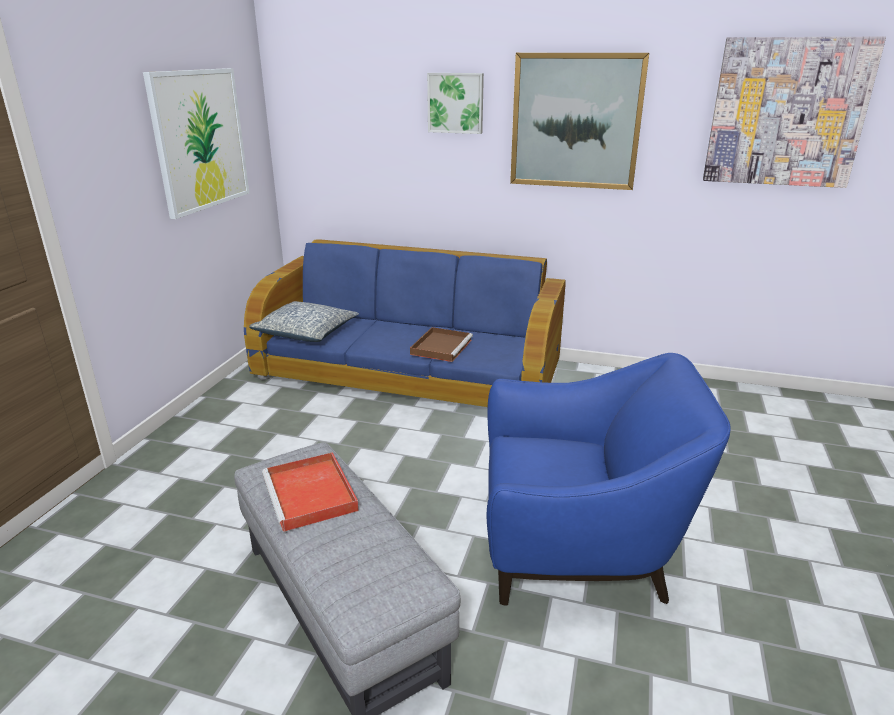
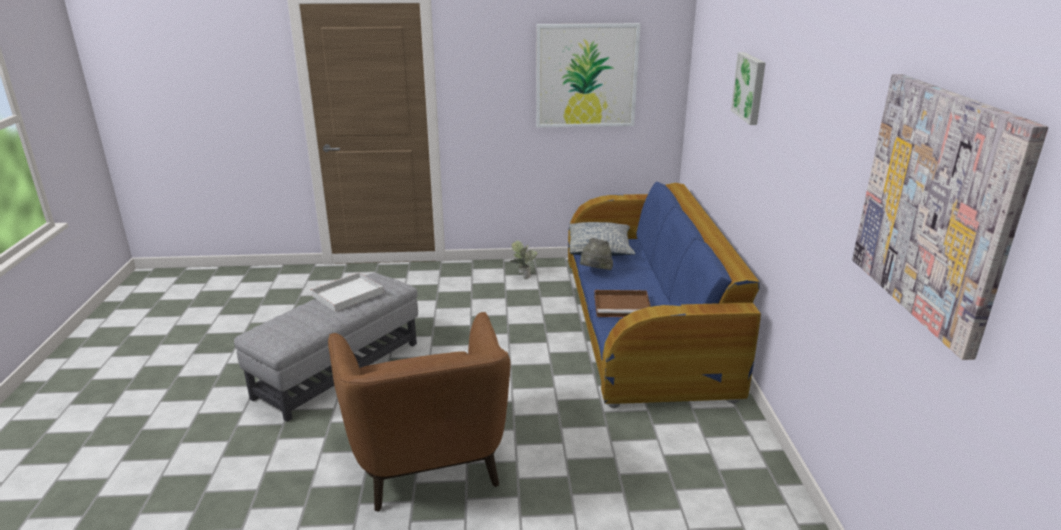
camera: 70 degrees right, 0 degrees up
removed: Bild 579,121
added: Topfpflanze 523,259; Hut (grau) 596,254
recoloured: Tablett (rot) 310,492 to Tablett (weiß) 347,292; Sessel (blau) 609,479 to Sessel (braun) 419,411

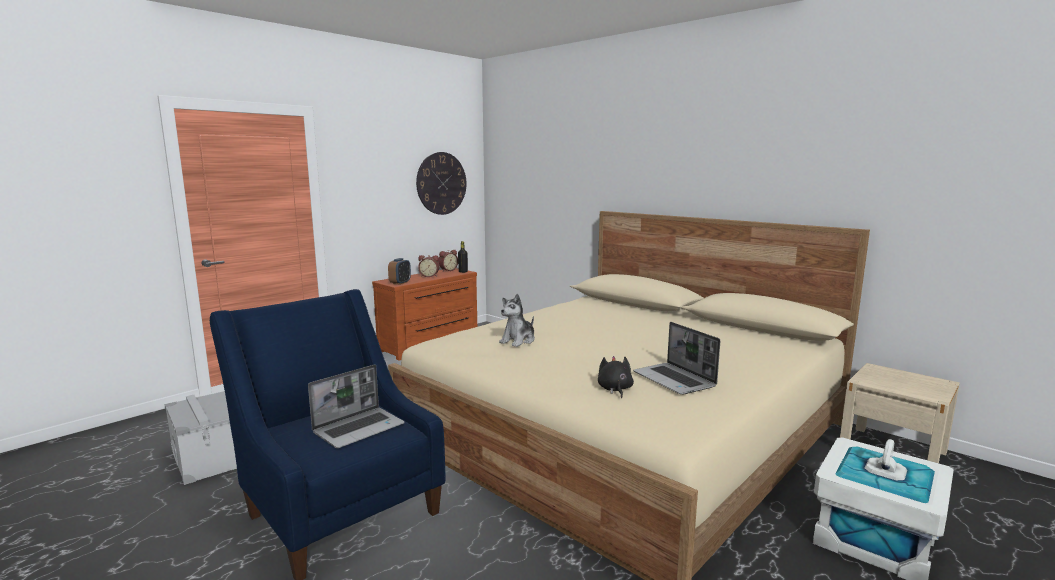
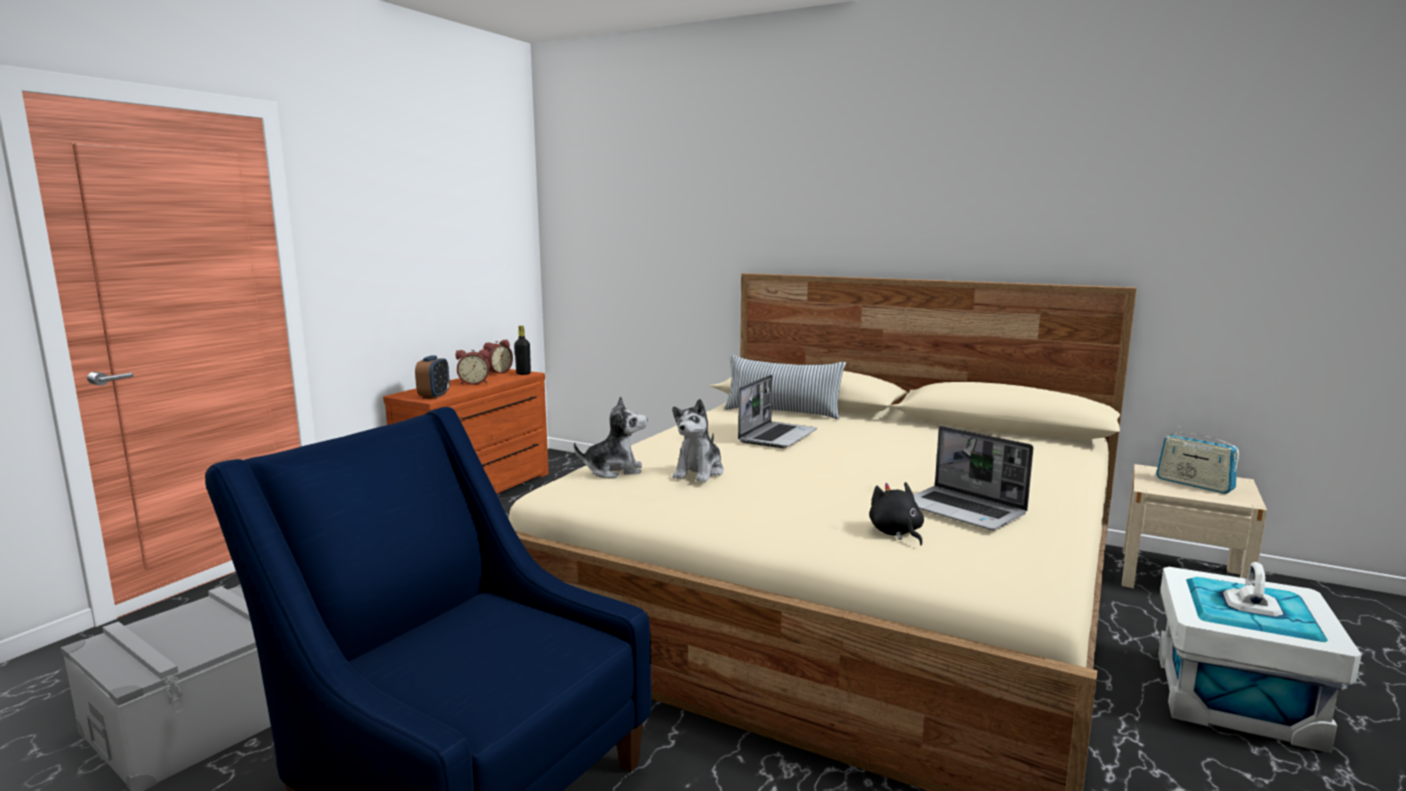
camera: 15 degrees left, 0 degrees up
removed: Wanduhr 441,183
added: Plüschtier 610,437; Kissen 785,387; Radio 1197,460
moved: Laptop 356,406 to 777,411

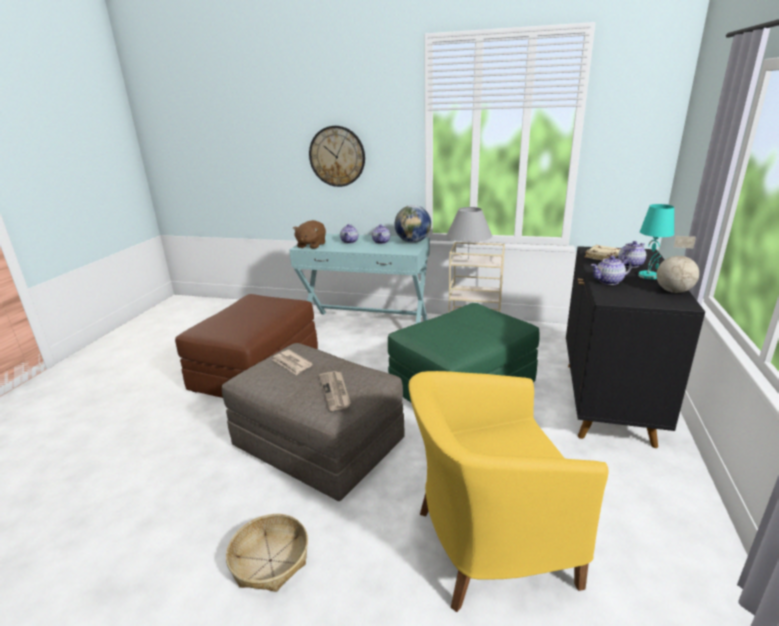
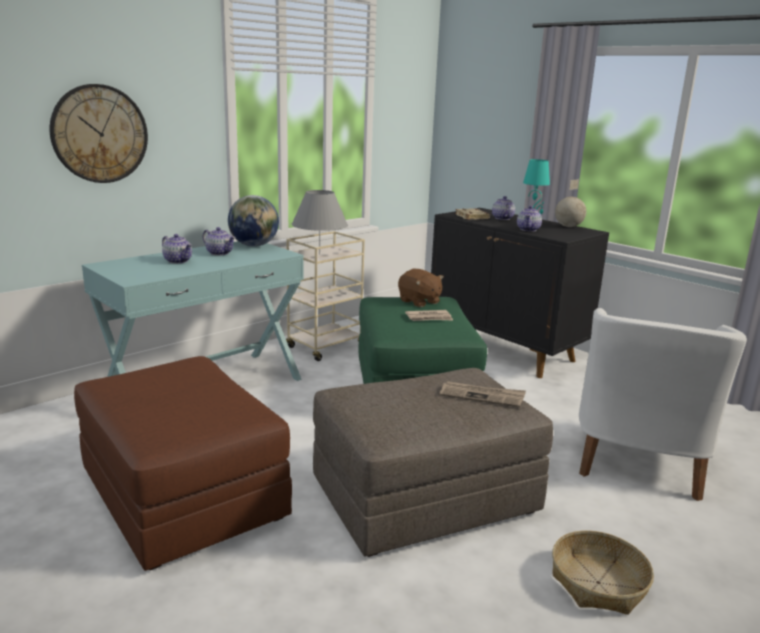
camera: 60 degrees left, 5 degrees down
moved: Zeitung 292,362 to 429,315; Plüschtier (braun) 309,234 to 421,288
recoloured: Sessel (gelb) 508,491 to Sessel (weiß) 663,404

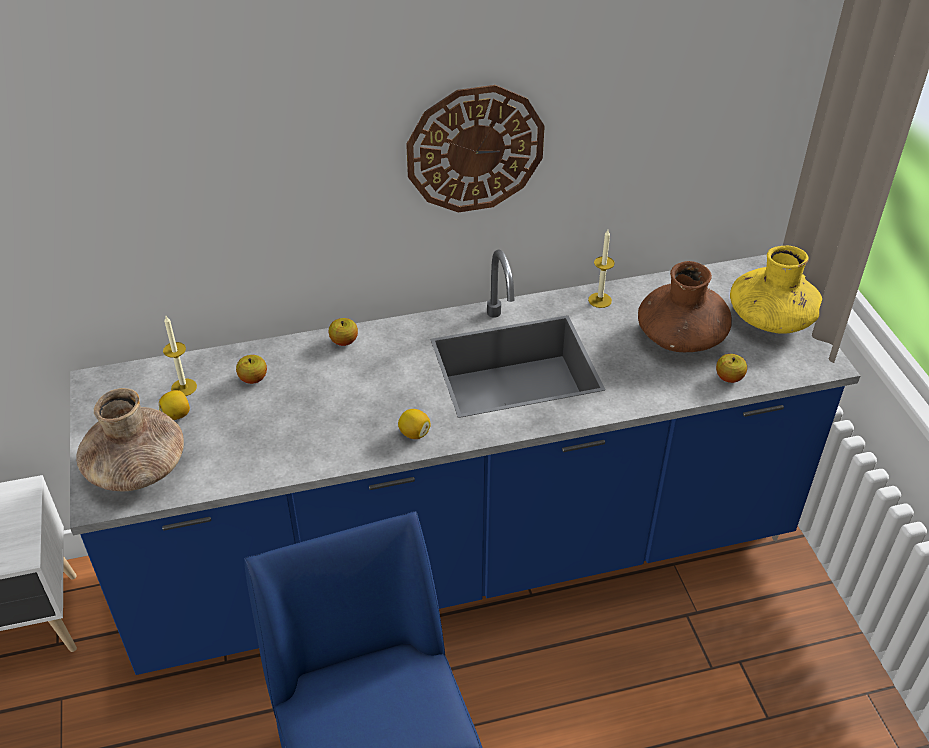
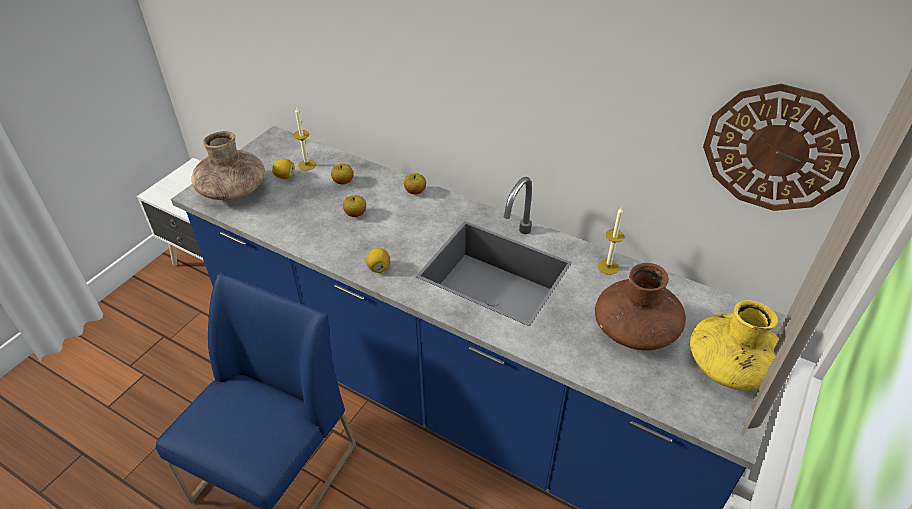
camera: 45 degrees right, 0 degrees up
moved: Wanduhr 475,149 to 781,147; Apfel 731,368 to 354,206

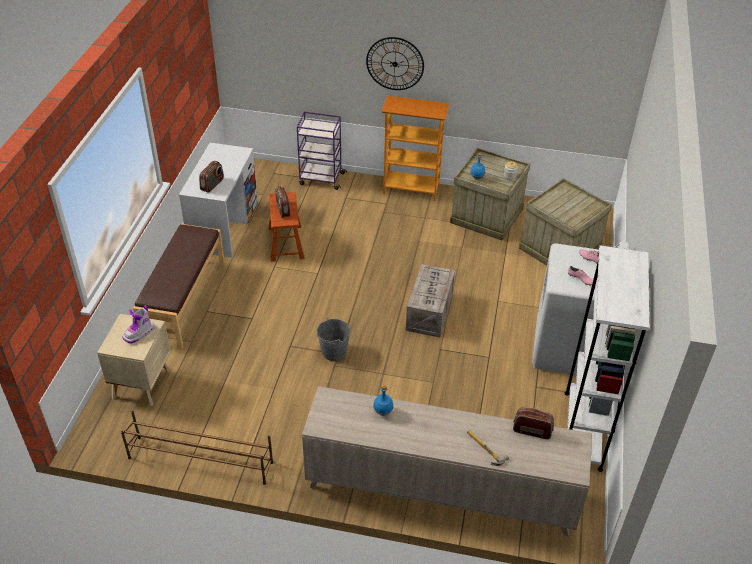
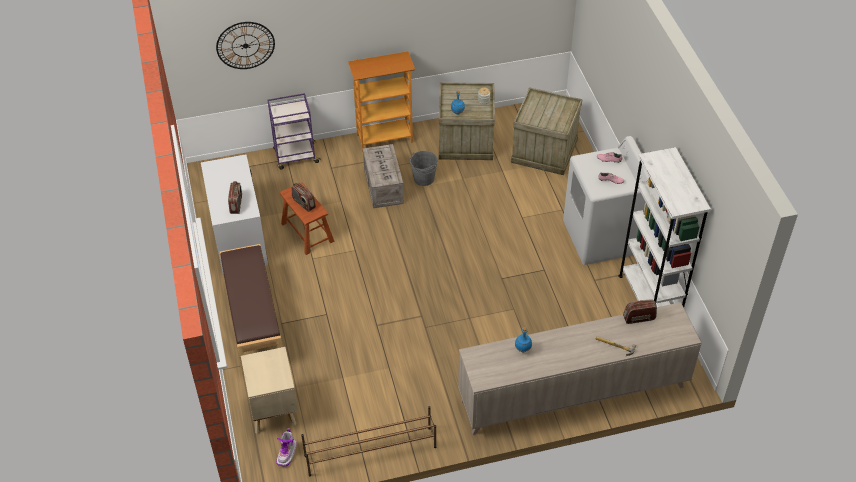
camera: 25 degrees left, 5 degrees up
moved: Stiefel 138,324 to 286,447; Eimer (grau) 334,339 to 424,168; Wanduhr 395,63 to 245,45; Kiste 430,300 to 383,176

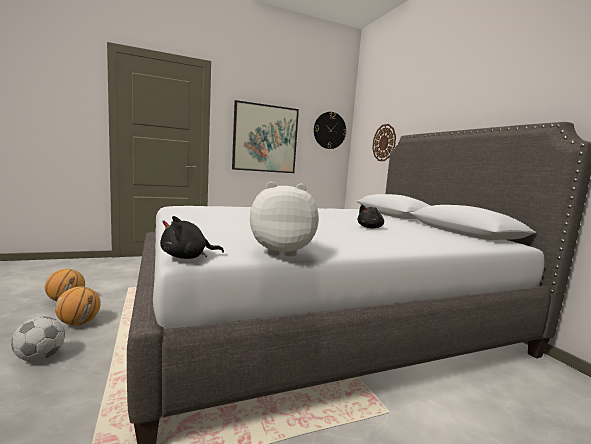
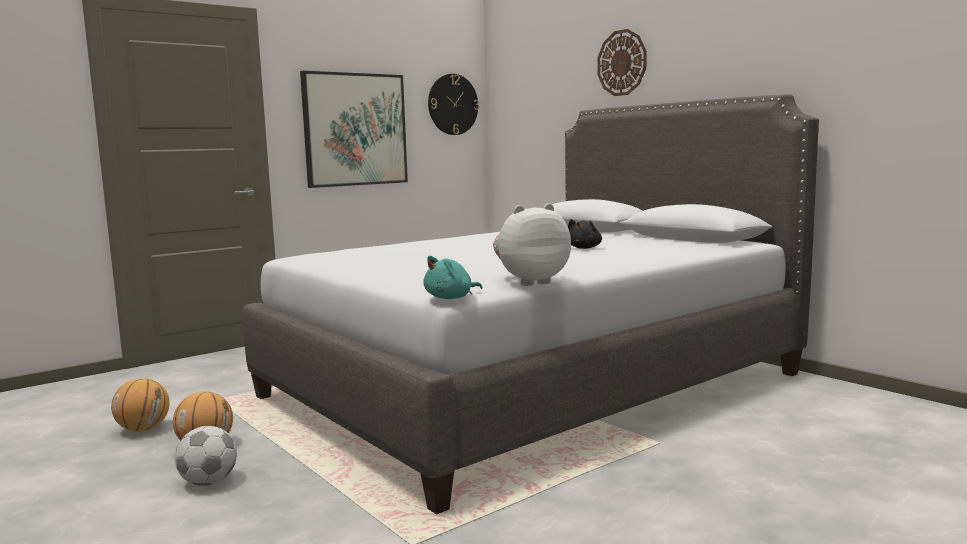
camera: 15 degrees left, 0 degrees up
moved: Wanduhr 384,142 to 622,62
recoloured: Plüschtier (schwarz) 192,237 to Plüschtier (türkis) 452,277

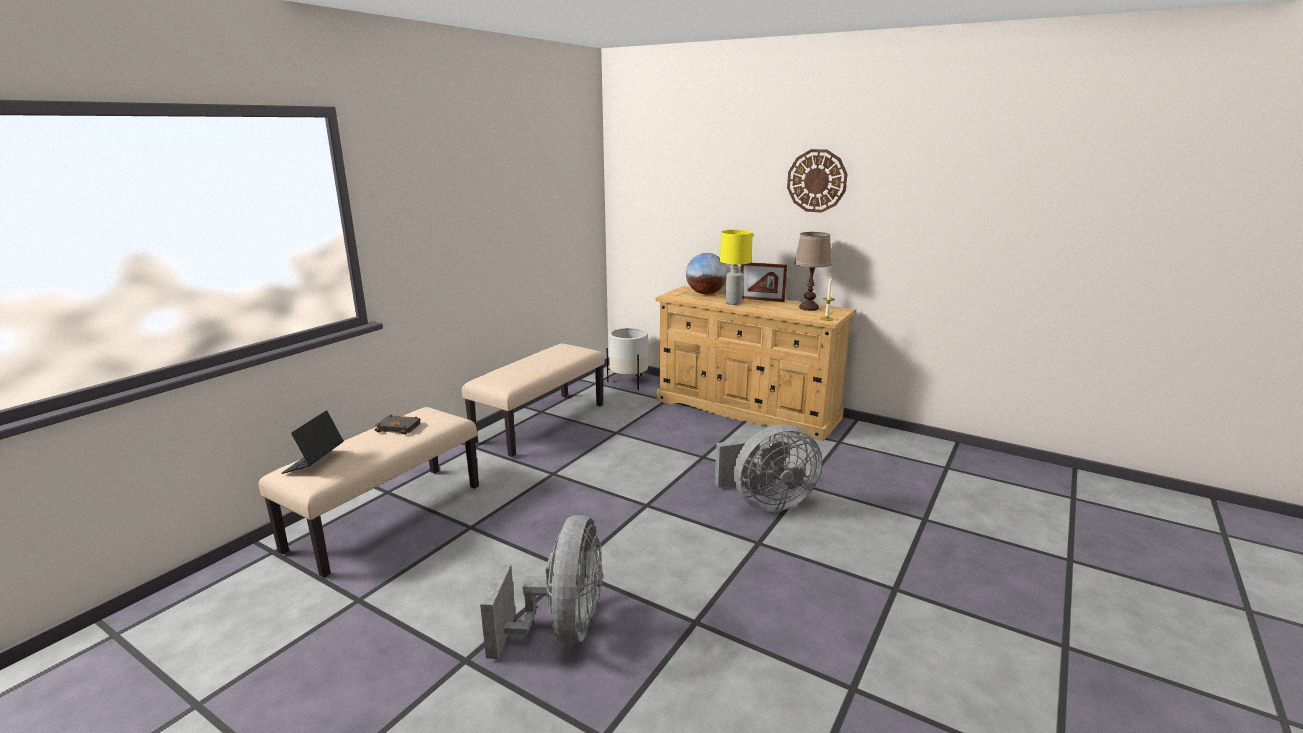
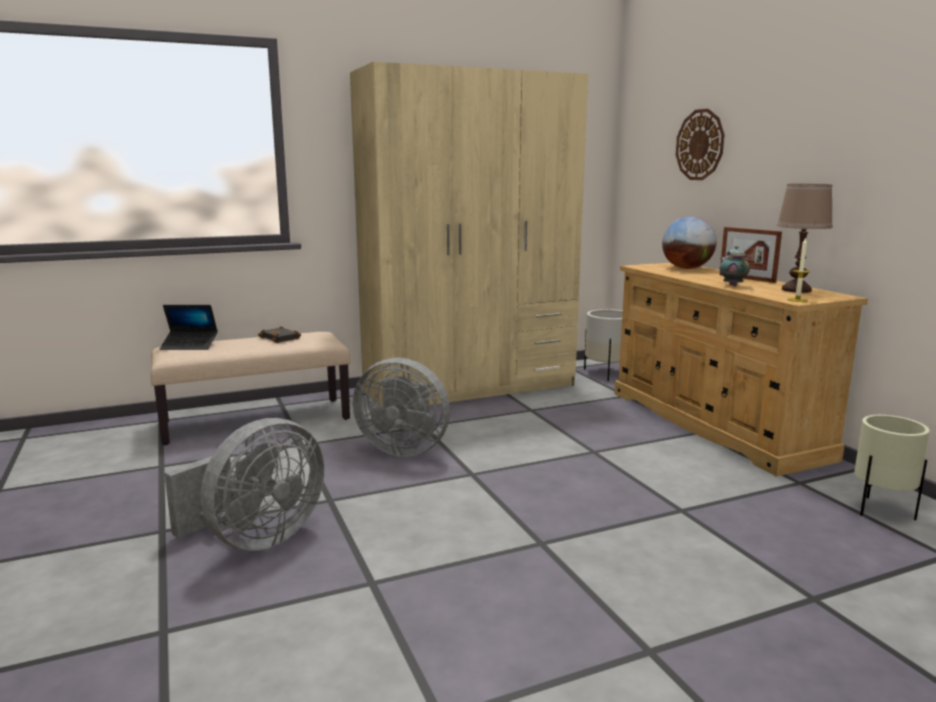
camera: 35 degrees right, 5 degrees down
removed: Tischlampe (gelb) 736,267
added: Teekanne 735,266; Pflanzkübel (beige) 892,467
moved: Ventilator (grau) 768,468 to 401,407; Wanduhr 817,181 to 700,144
replaced: Bank (beige) 533,400 to Kleiderschrank (beige) 469,234
turned: Laptop 312,442 = 189,327 135 degrees counterclockwise

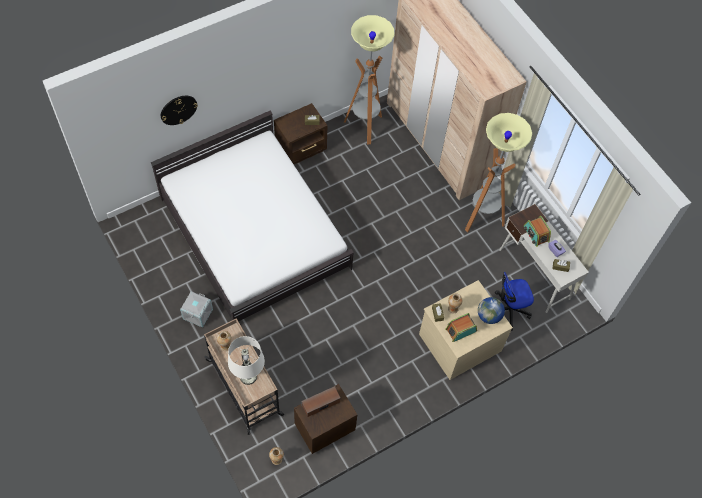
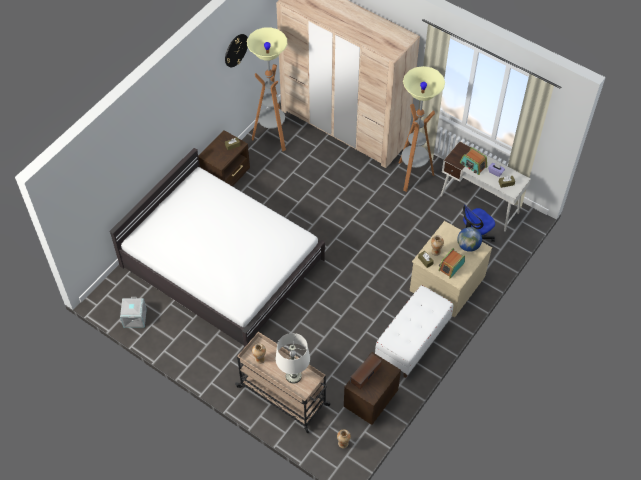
camera: 20 degrees left, 5 degrees down
added: Bank (weiß) 414,331
moved: Wanduhr 179,110 to 236,50; Aufbewahrungsbox (grau) 196,309 to 133,312

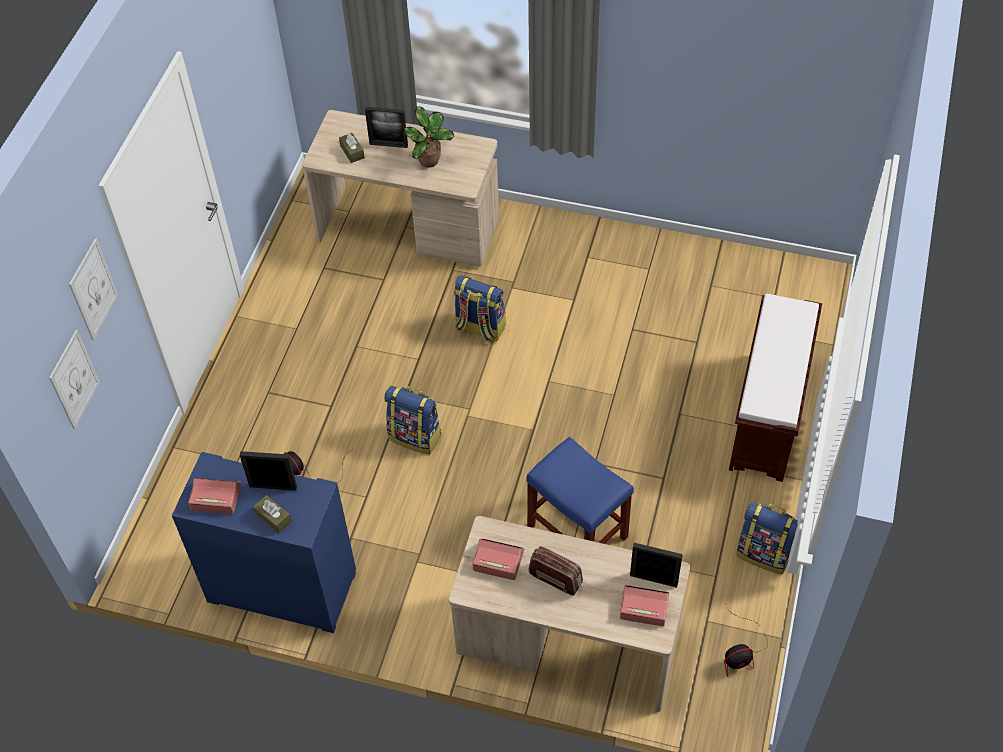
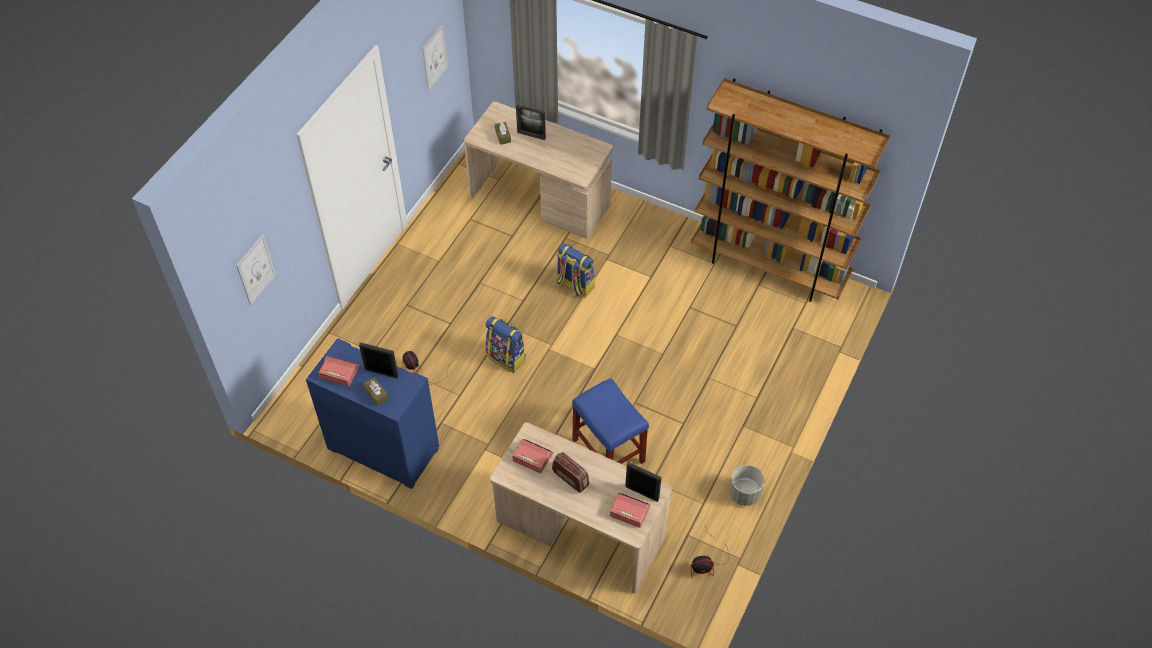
camera: 10 degrees right, 0 degrees up
removed: Topfpflanze 429,137; Bank (braun) 775,388
added: Bücherregal (braun) 790,190
moved: Bild 93,289 to 435,58
replaced: Rucksack 767,538 to Pflanzkübel (grau) 746,485

